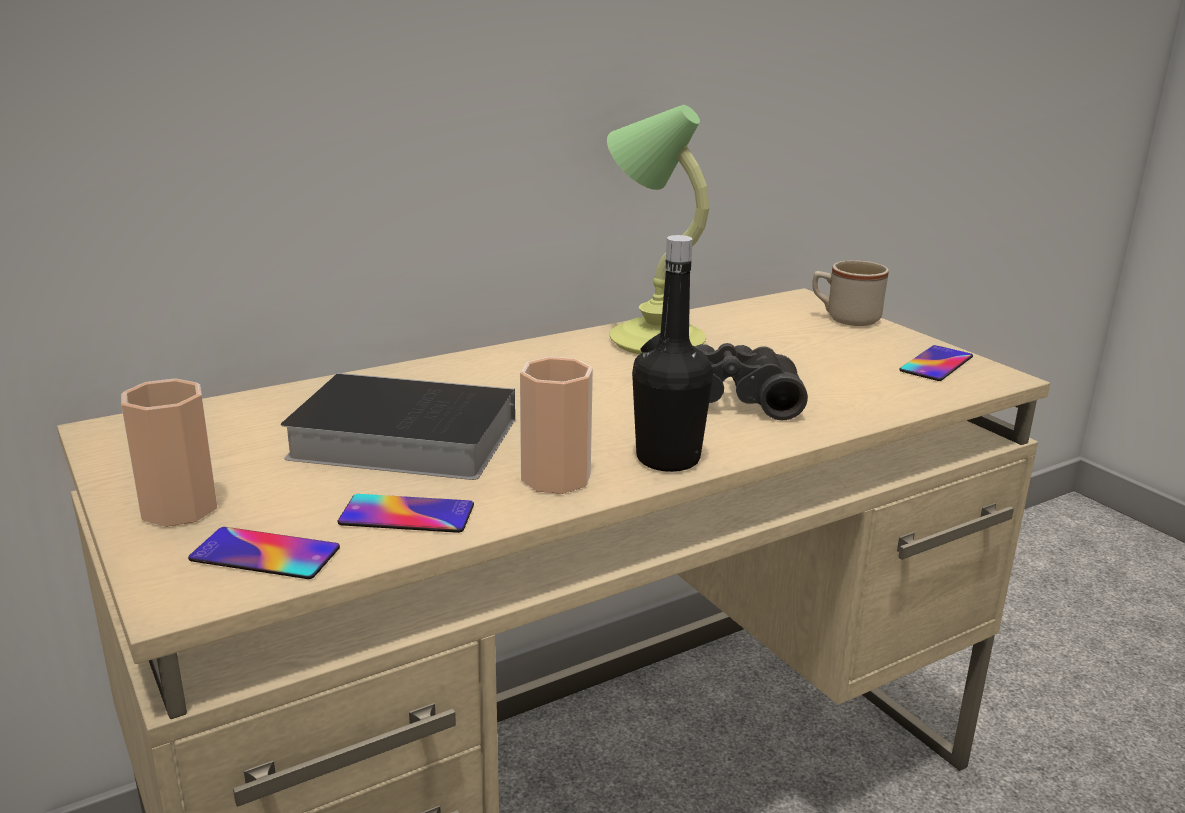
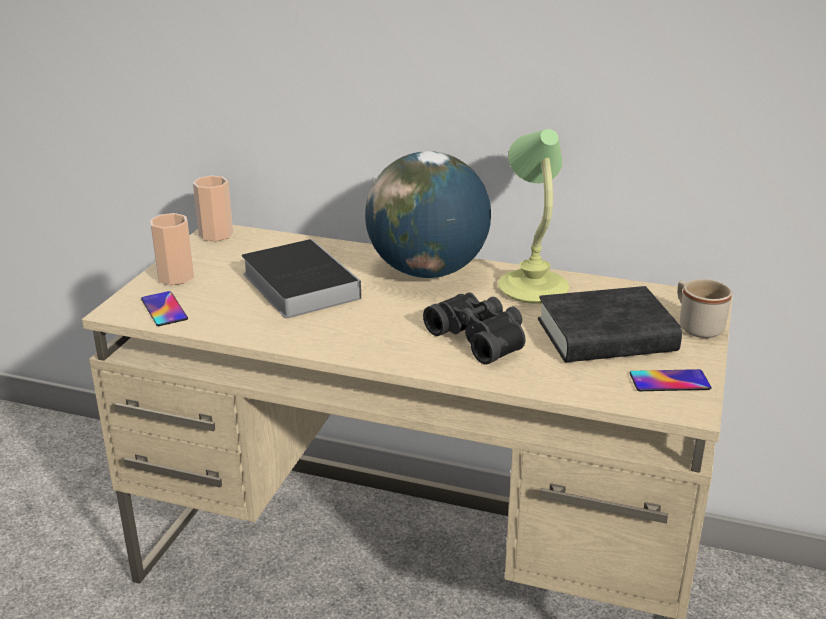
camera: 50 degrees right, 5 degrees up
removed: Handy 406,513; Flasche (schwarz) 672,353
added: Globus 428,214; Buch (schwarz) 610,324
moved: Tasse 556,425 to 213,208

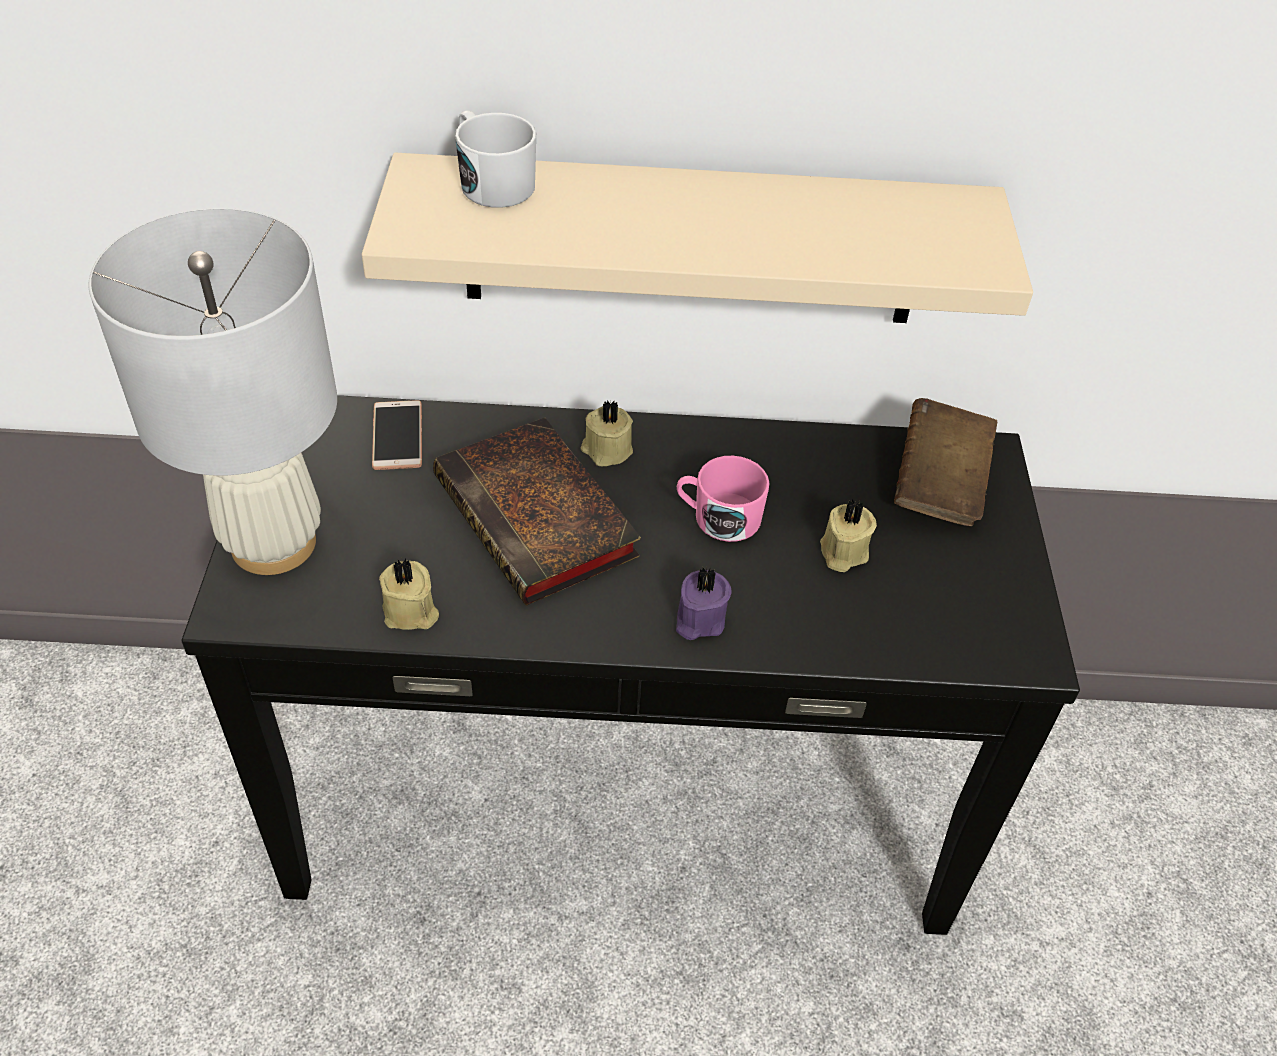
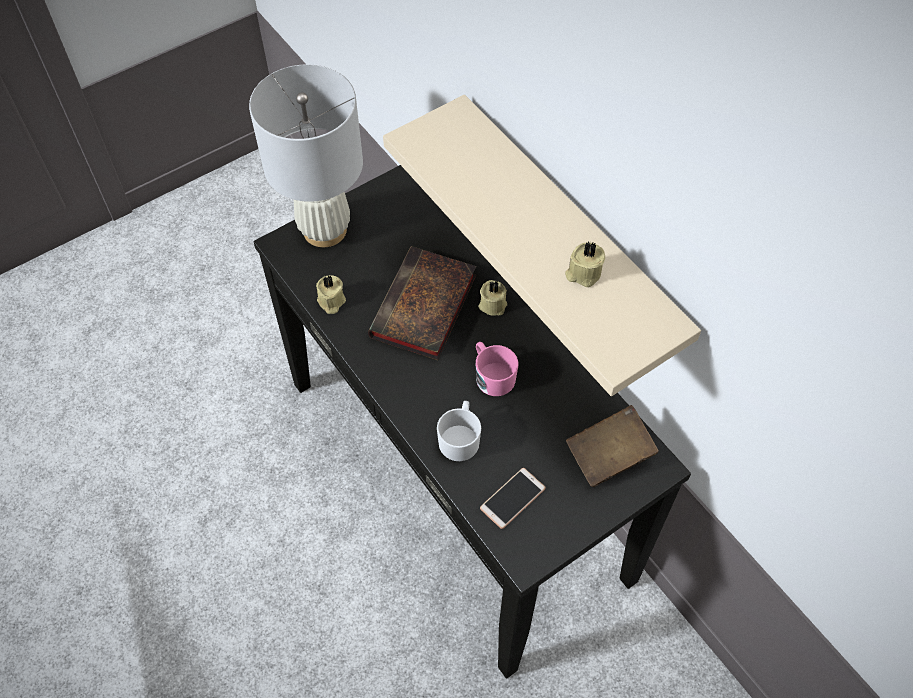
camera: 55 degrees right, 10 degrees up
removed: Kerze (lila) 704,604
moved: Handy 397,435 to 513,498; Henkelbecher (weiß) 495,159 to 459,431; Kerze (beige) 848,535 to 585,264

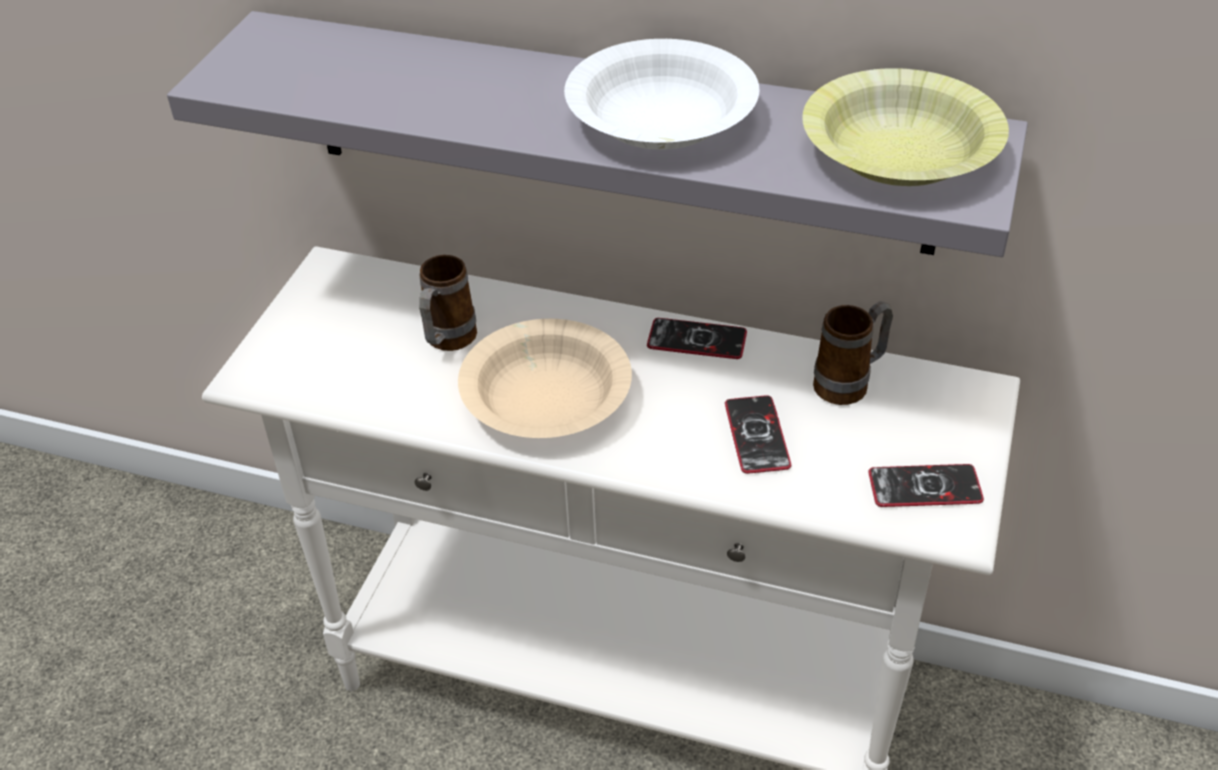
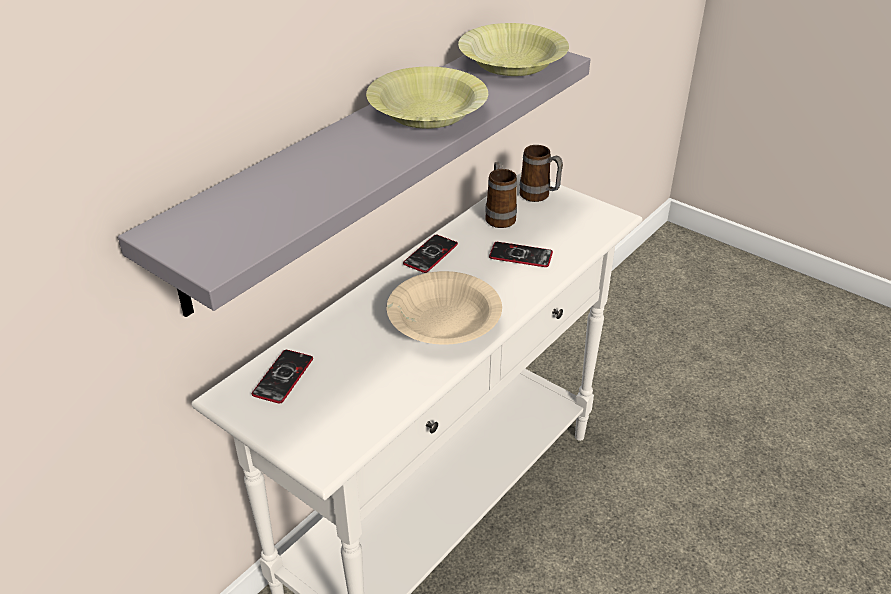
camera: 70 degrees left, 5 degrees down
moved: Henkelbecher 448,303 to 541,173; Handy 926,485 to 282,377
recoloured: Schüssel (weiß) 661,94 to Schüssel (gelb) 427,98

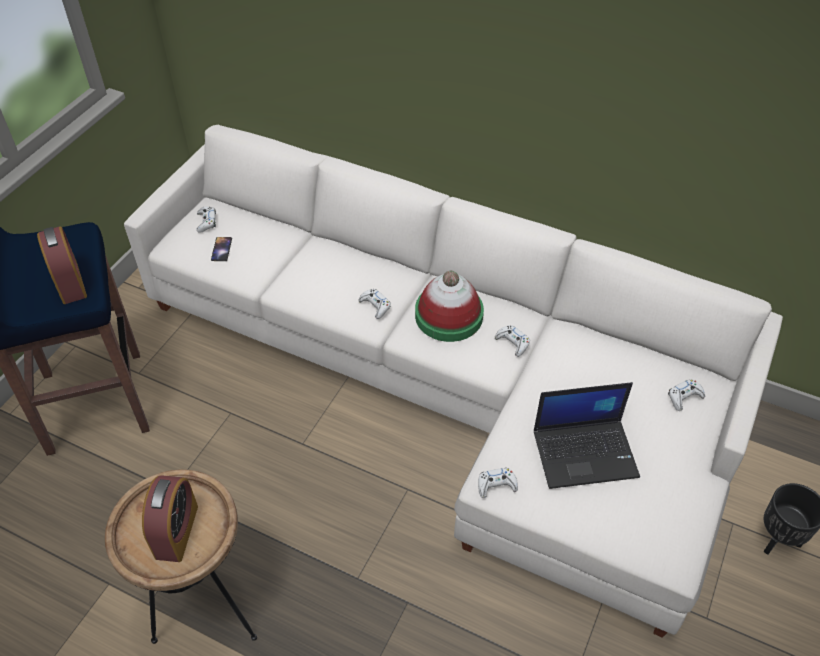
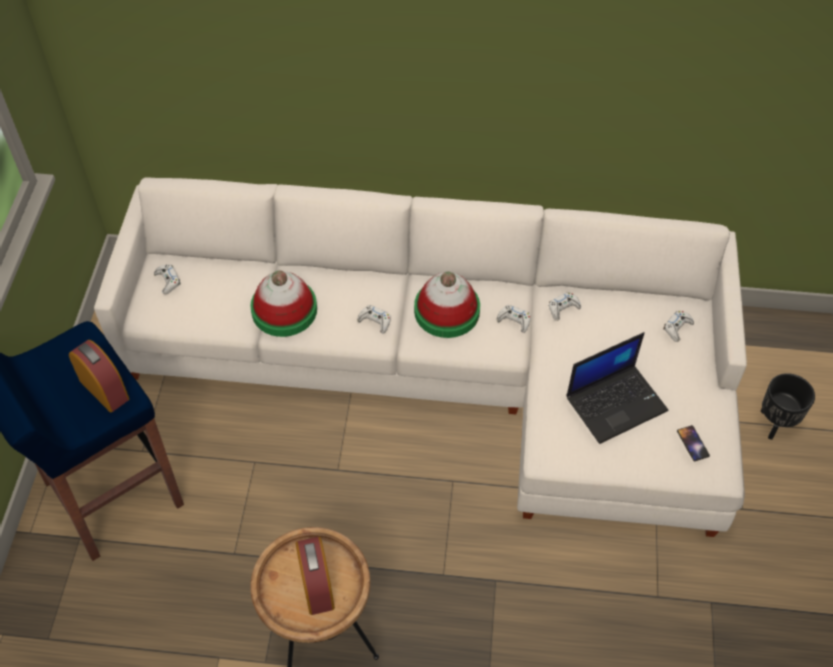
camera: 20 degrees left, 5 degrees up
added: Hut 283,303
moved: Handy 221,249 to 693,443; Gamepad (weiß) 498,483 to 564,306

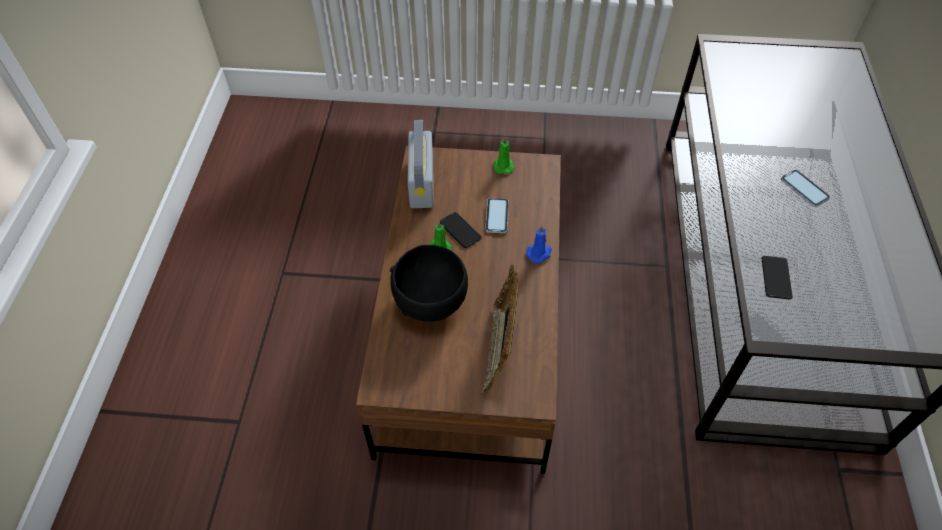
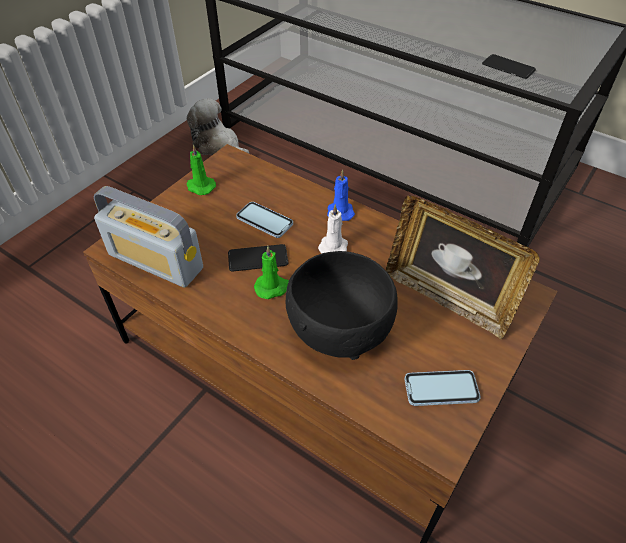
camera: 60 degrees left, 5 degrees down
added: Plüschtier 218,126; Kerze (weiß) 333,229
moved: Handy 805,188 to 442,388

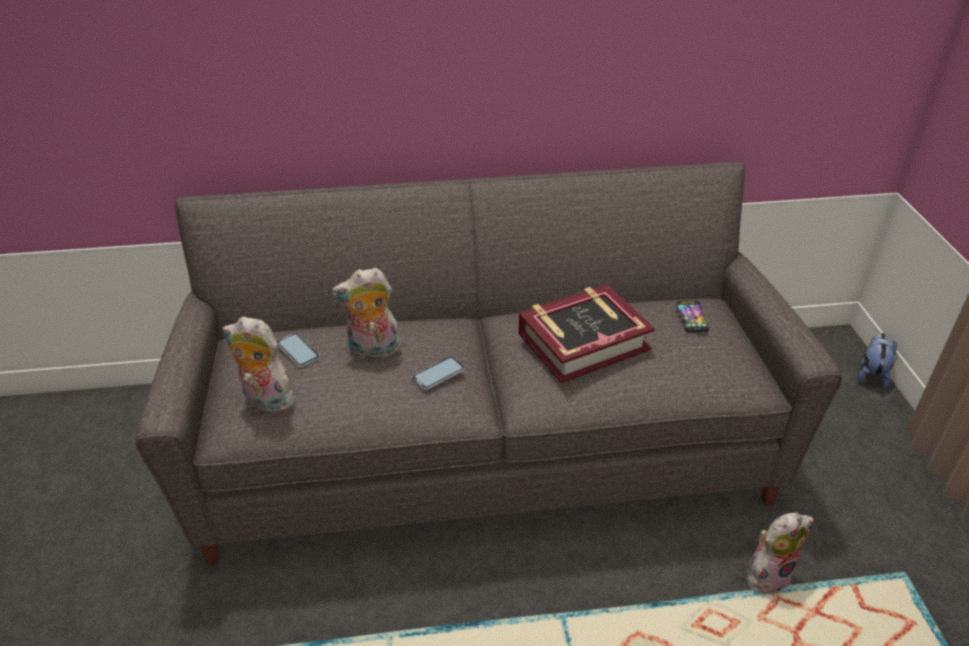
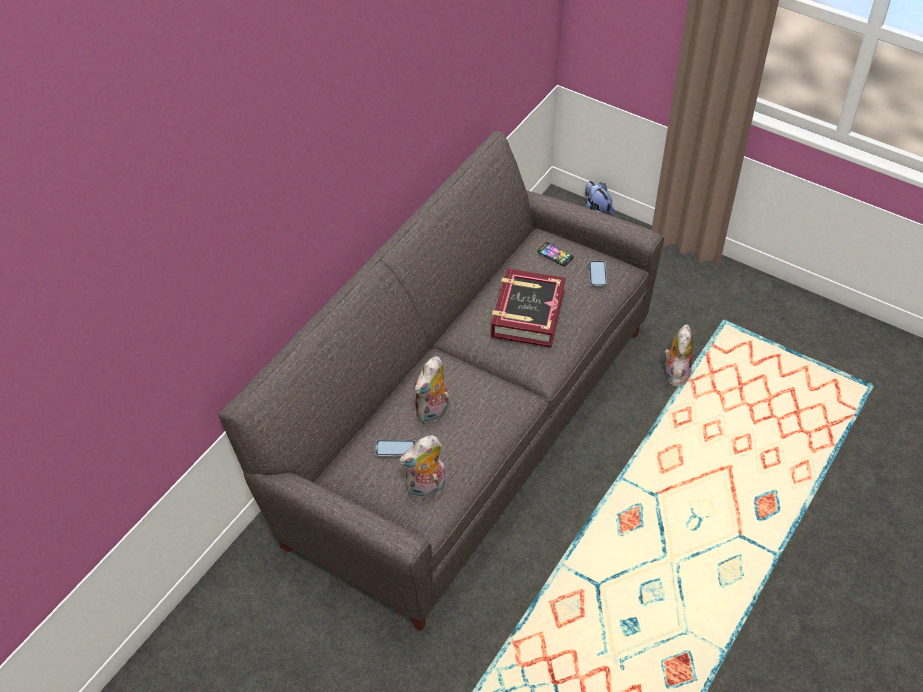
camera: 50 degrees left, 10 degrees up
moved: Handy 438,373 to 598,274

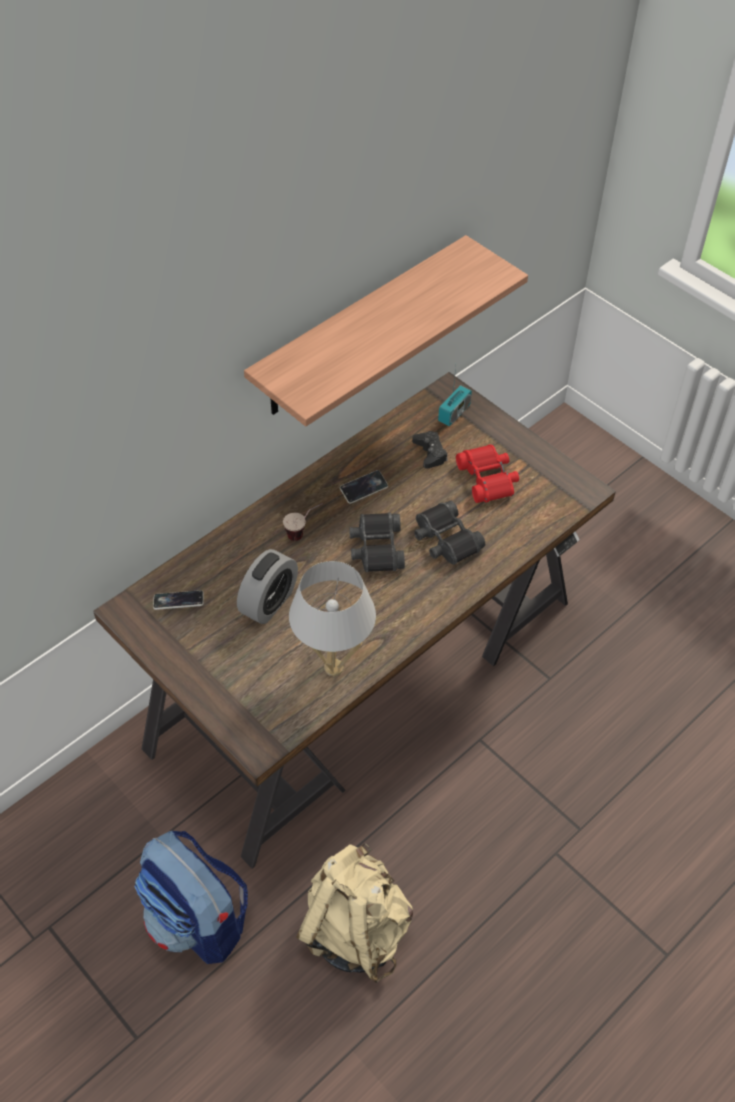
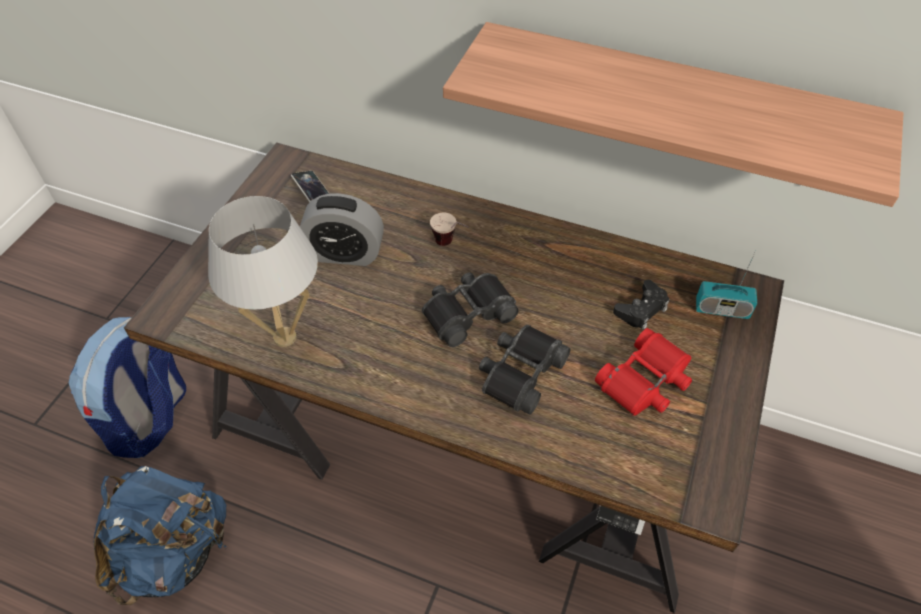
camera: 65 degrees right, 0 degrees up
removed: Handy 364,487
recoloured: Rucksack (beige) 354,913 to Rucksack (blau) 160,535

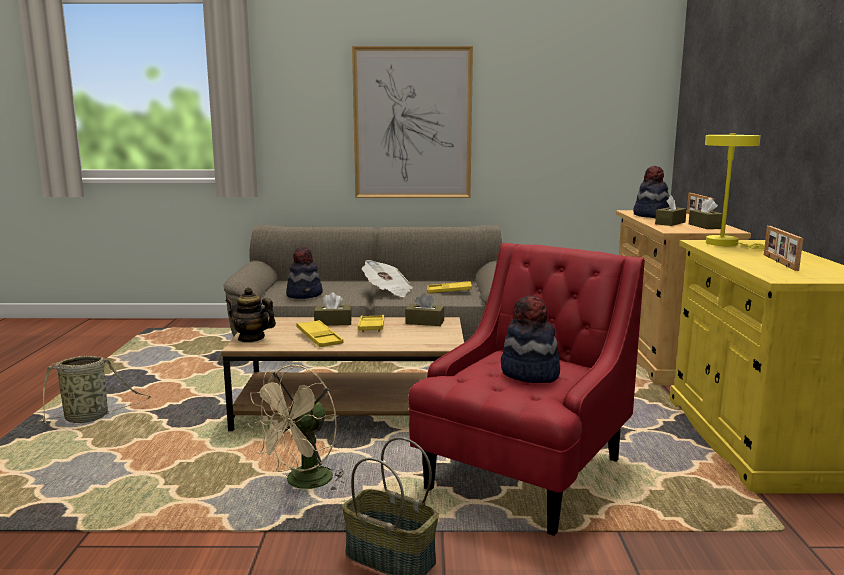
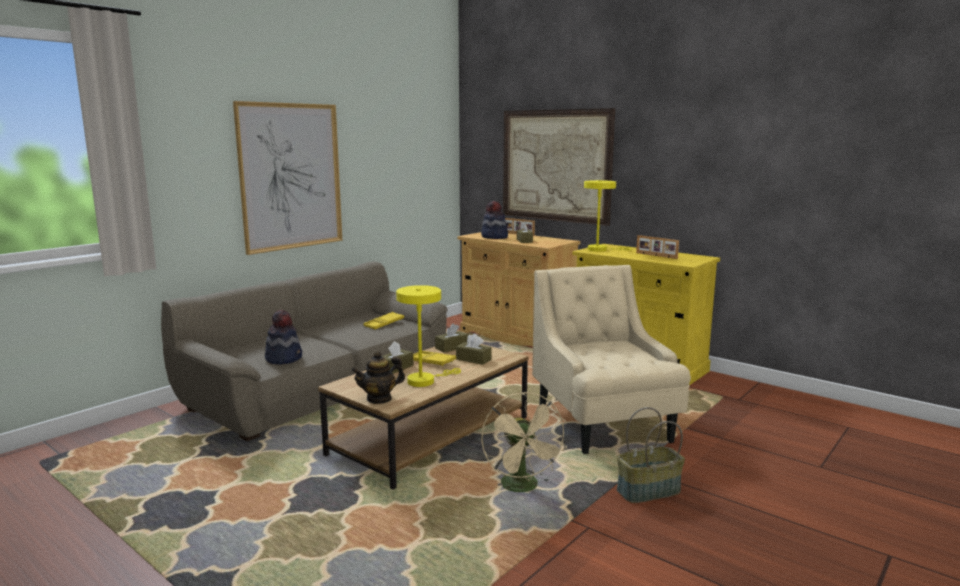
camera: 50 degrees left, 0 degrees up
removed: Korb 94,389; Zeitung 387,278; Hut 530,339
added: Bild 559,167
moved: Taschentuchbox (braun) 706,213 to 473,349
replaced: Tablett (gelb) 319,333 to Tischlampe (gelb) 428,336
recoloured: Sessel (rot) 526,389 to Sessel (beige) 611,359

